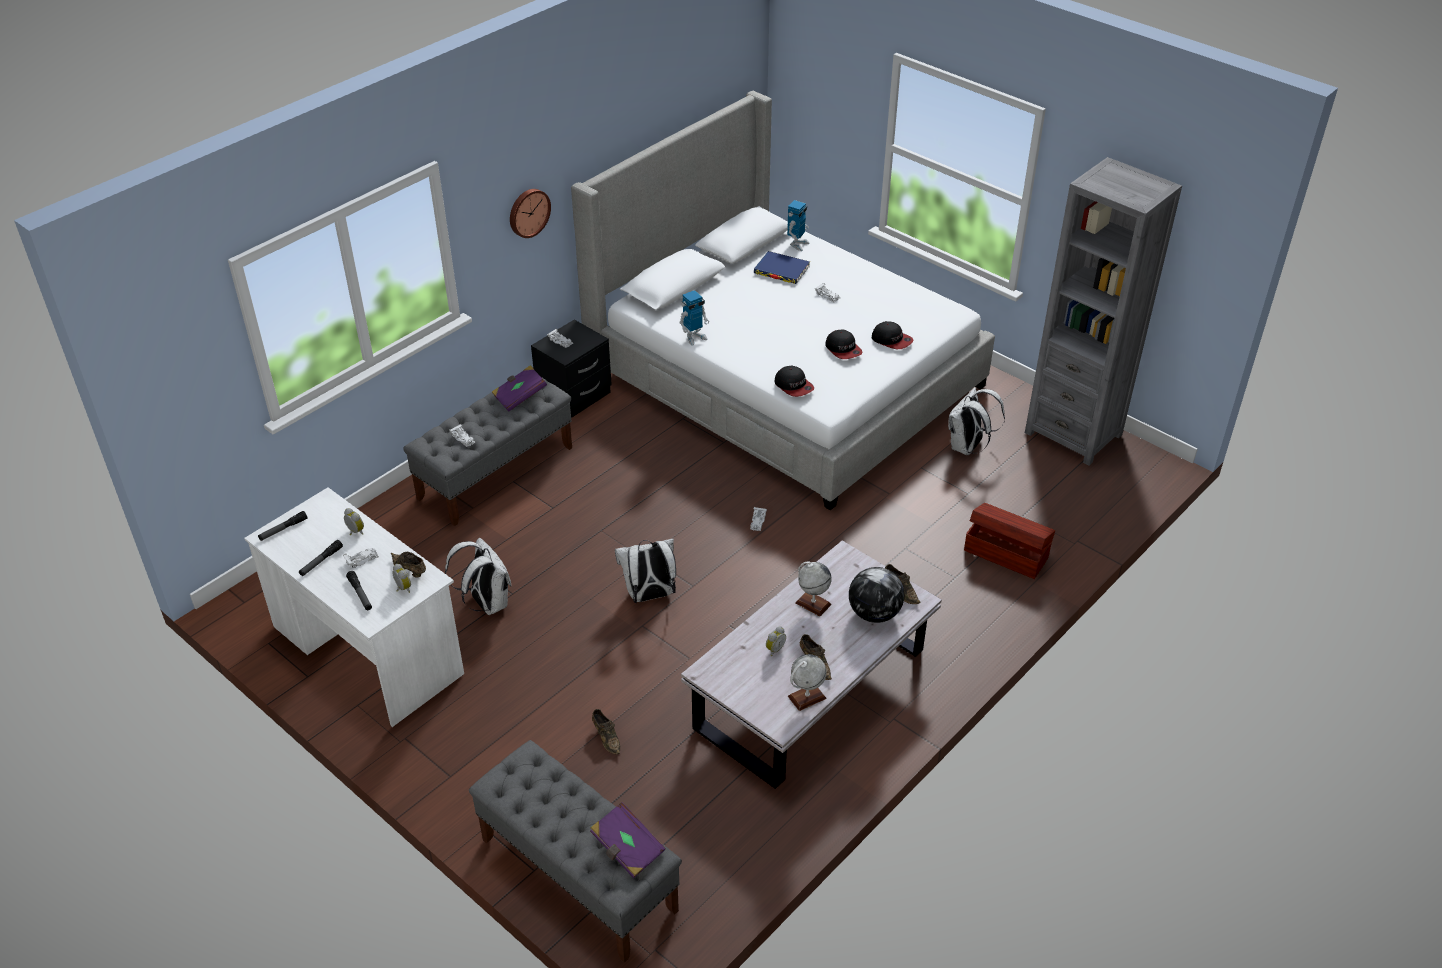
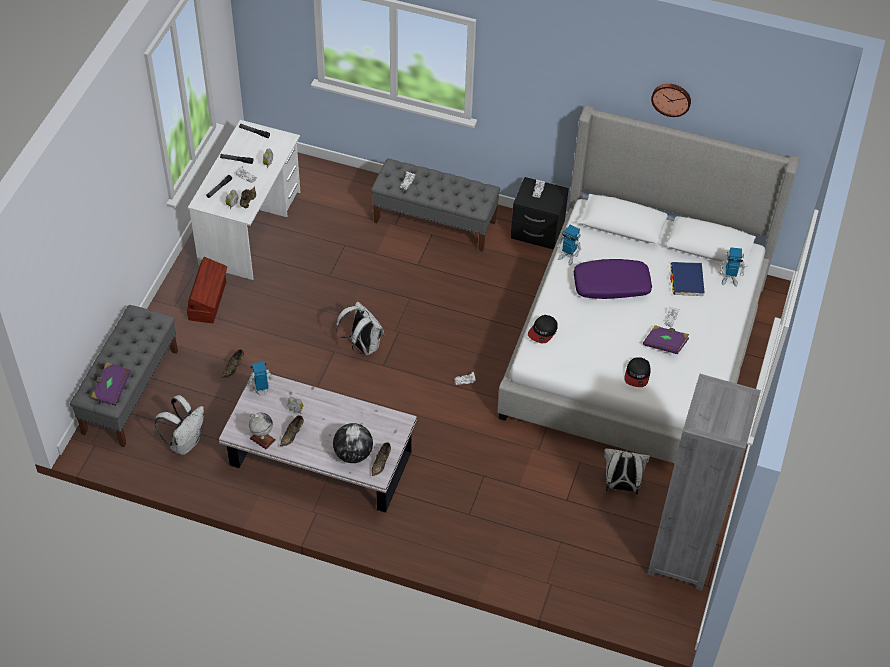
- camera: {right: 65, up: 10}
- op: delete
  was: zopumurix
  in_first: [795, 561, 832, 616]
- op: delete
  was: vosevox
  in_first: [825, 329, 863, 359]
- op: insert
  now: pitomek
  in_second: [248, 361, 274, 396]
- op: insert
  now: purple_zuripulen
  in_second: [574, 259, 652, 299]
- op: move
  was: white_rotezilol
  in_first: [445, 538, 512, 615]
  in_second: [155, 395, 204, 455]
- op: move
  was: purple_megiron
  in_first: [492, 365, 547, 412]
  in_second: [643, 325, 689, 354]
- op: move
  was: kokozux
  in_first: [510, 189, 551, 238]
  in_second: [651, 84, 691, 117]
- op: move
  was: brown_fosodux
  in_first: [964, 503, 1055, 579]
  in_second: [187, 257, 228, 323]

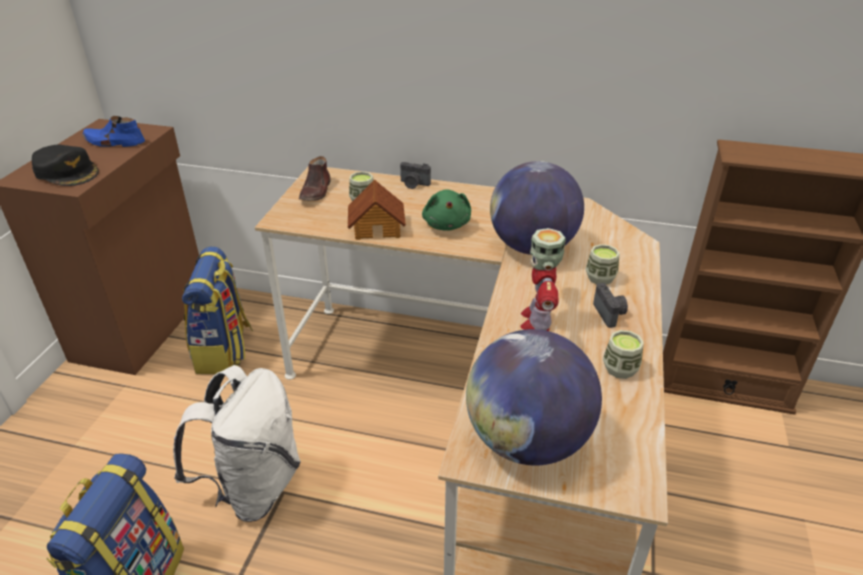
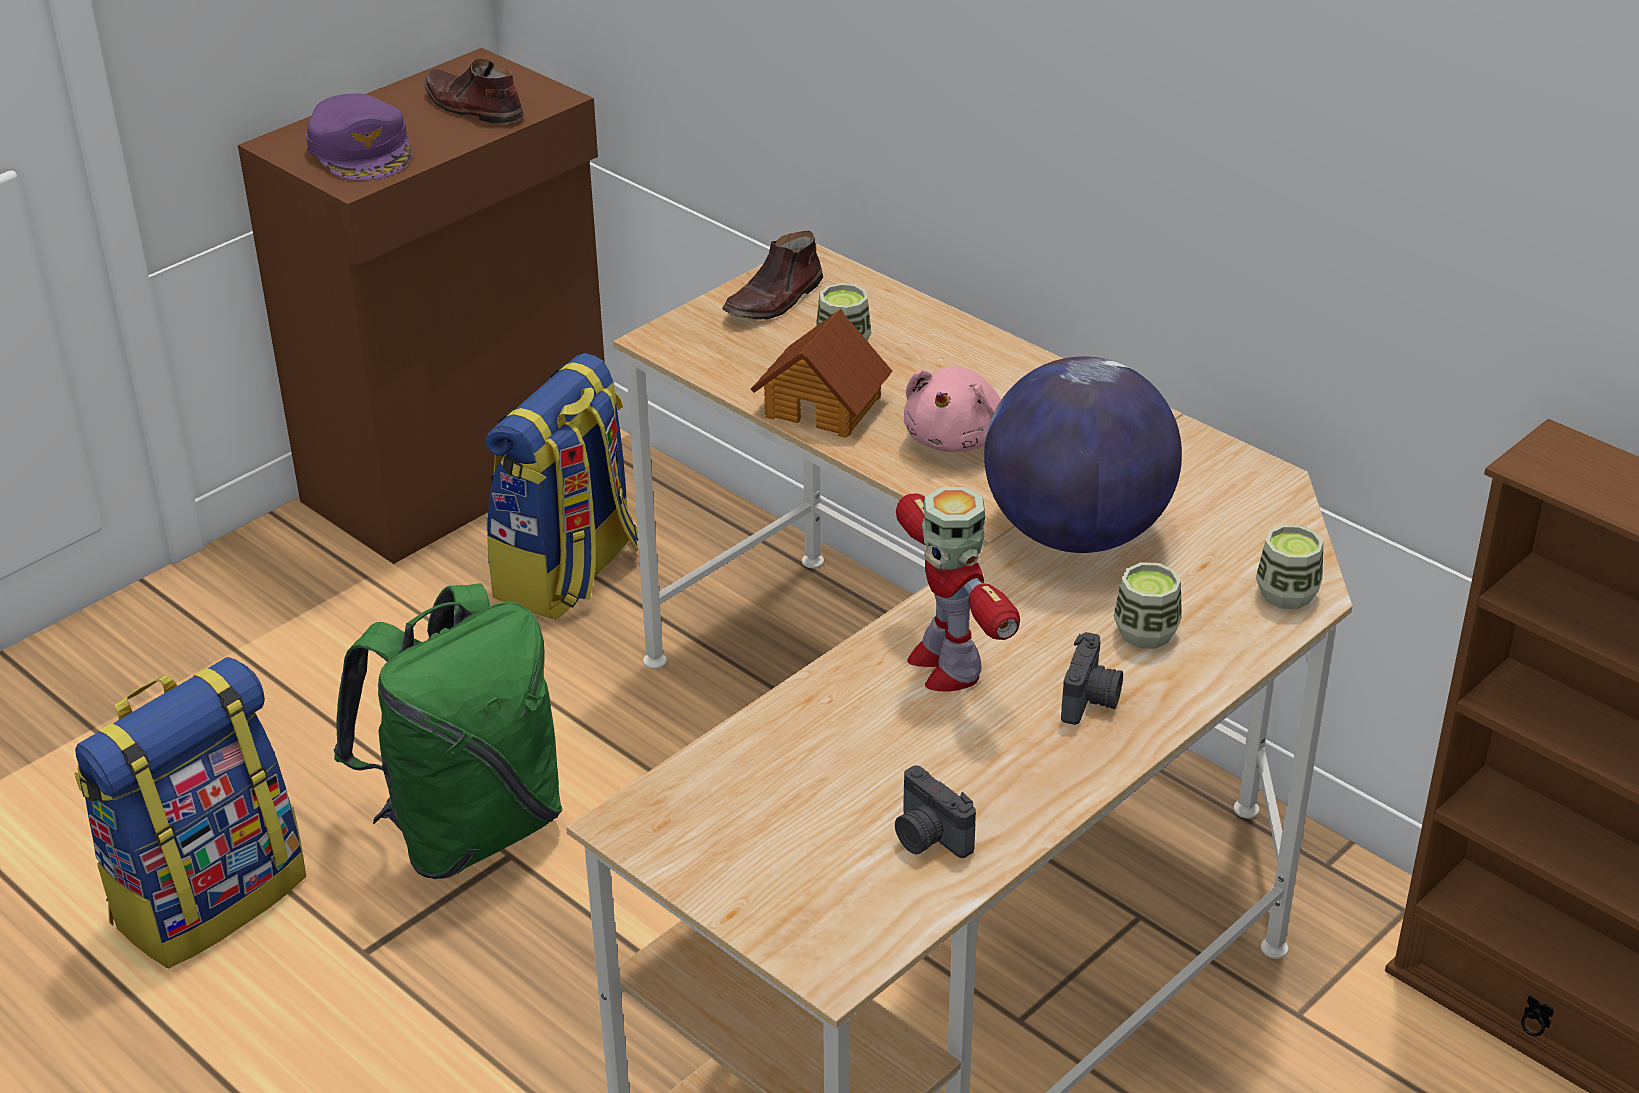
- camera: {right: 30, up: 0}
- op: delete
  was: zopumurix
  in_first: [466, 329, 602, 466]
- op: move
  was: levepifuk
  in_first: [400, 162, 431, 189]
  in_second: [895, 765, 976, 858]
- op: move
  was: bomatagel
  in_first: [603, 330, 644, 379]
  in_second: [1256, 525, 1323, 609]
- op: recolor
  was: black_vosevox
  now: purple_vosevox
  in_first: [32, 145, 99, 186]
  in_second: [306, 93, 411, 181]
- op: recolor
  was: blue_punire
  now: brown_punire
  in_first: [82, 116, 145, 147]
  in_second: [424, 58, 523, 124]
- op: recolor
  was: white_rotezilol
  now: green_rotezilol
  in_first: [173, 365, 301, 522]
  in_second: [334, 583, 562, 879]
- op: recolor
  was: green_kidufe
  now: pink_kidufe
  in_first: [422, 190, 471, 231]
  in_second: [904, 366, 1001, 452]
- op: rotate
  was: pitomek
  in_first: [520, 228, 566, 331]
  in_second: [896, 487, 1020, 692]
  clockwise: -60

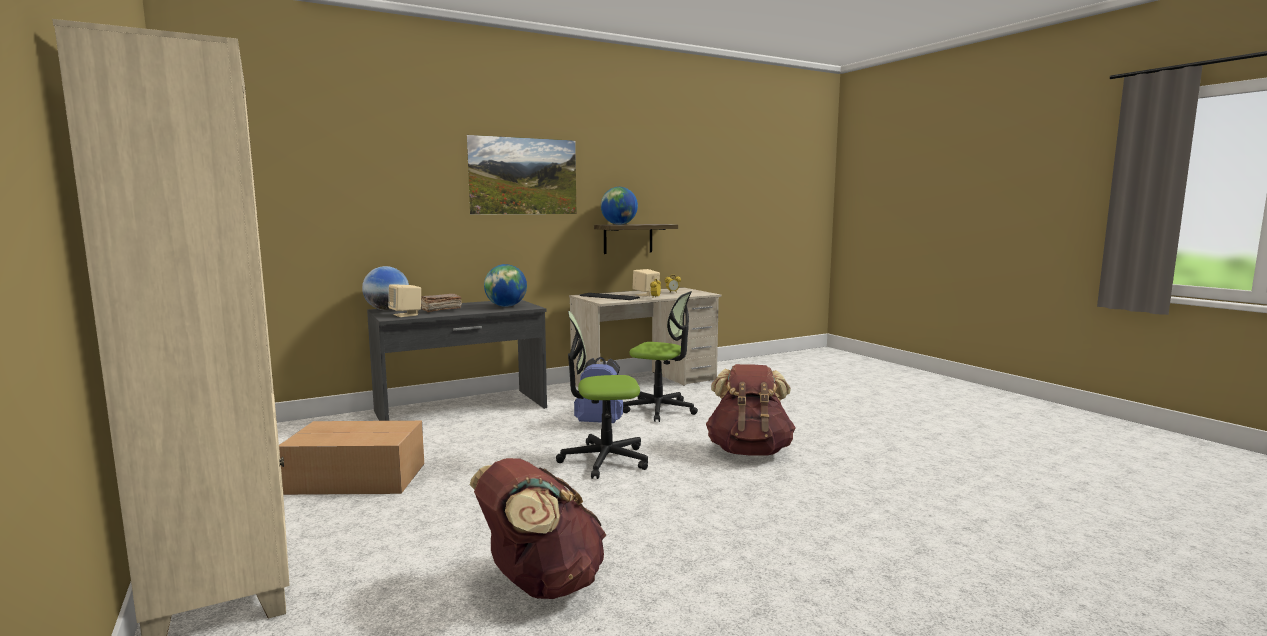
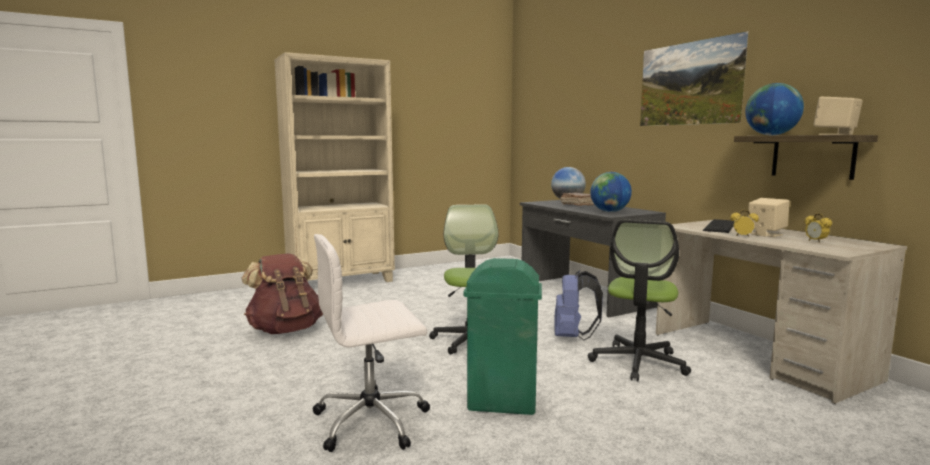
- camera: {right: 90, up: 0}
- op: delete
  was: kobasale
  in_first: [279, 421, 424, 495]
- op: insert
  now: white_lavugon
  in_second: [313, 234, 430, 452]
- op: move
  was: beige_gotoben
  in_first: [388, 284, 421, 317]
  in_second: [814, 97, 863, 135]
- op: replace
  was: brown_rotezilol
  now: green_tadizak
  in_first: [706, 364, 796, 456]
  in_second: [464, 258, 542, 415]

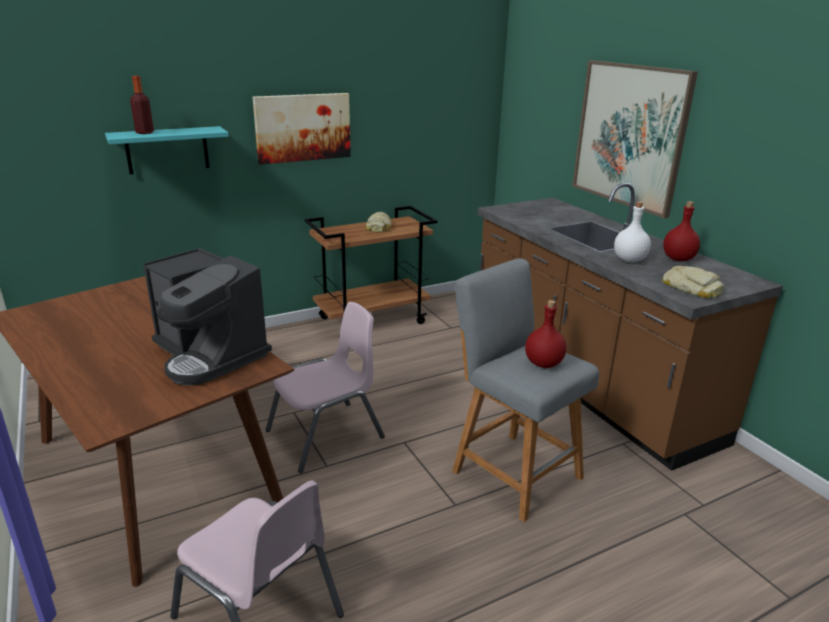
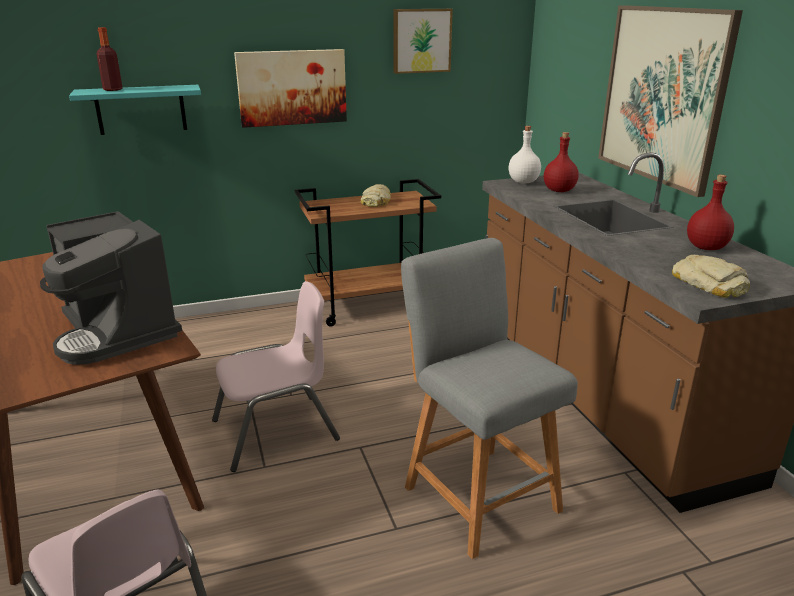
- camera: {right: 10, up: 0}
- op: insert
  now: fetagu
  in_second: [393, 9, 453, 74]
- op: move
  was: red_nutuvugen
  in_first: [525, 300, 567, 368]
  in_second: [544, 132, 579, 192]
- op: move
  was: white_nutuvugen
  in_first: [614, 202, 651, 262]
  in_second: [509, 126, 541, 183]

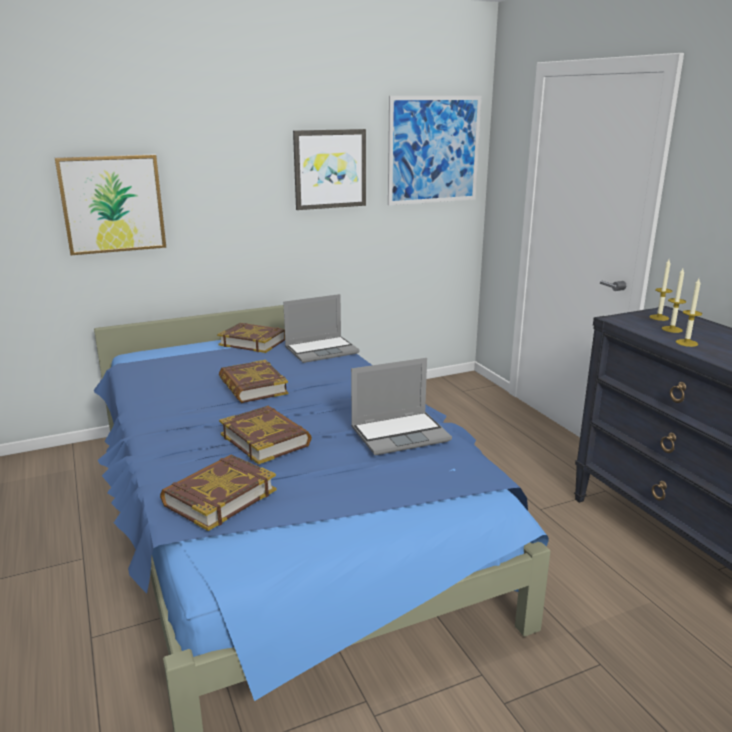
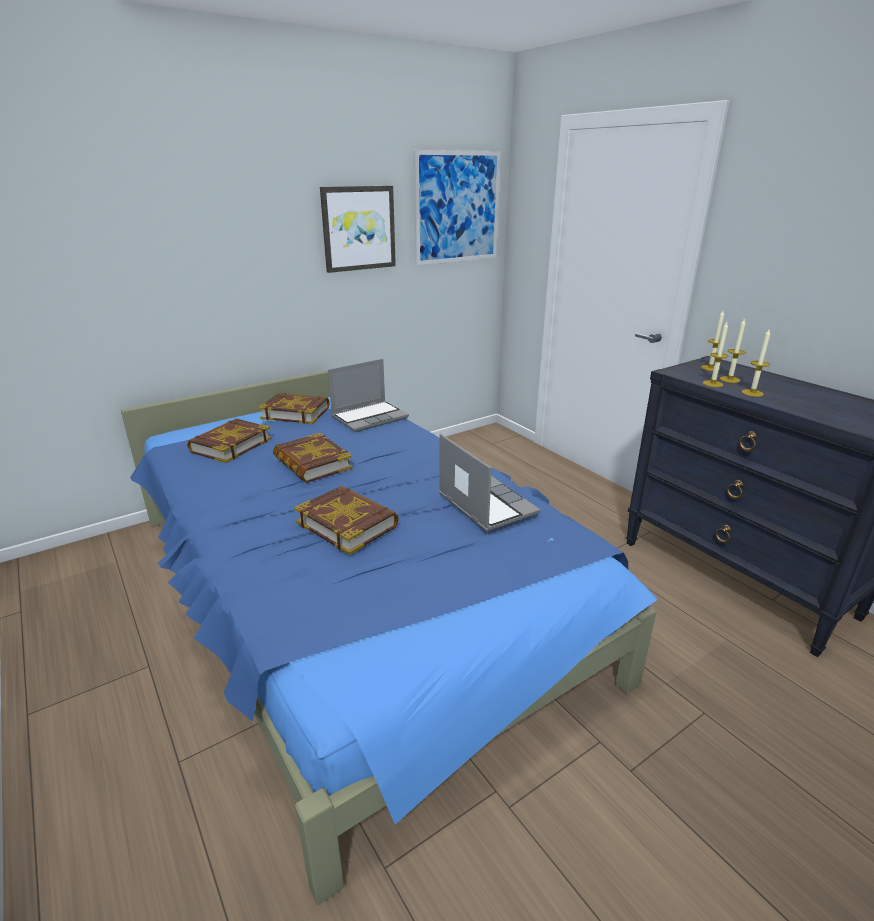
- camera: {right: -10, up: 5}
- op: delete
  was: fetagu
  in_first: [55, 155, 166, 255]
- op: insert
  now: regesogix
  in_second: [703, 322, 729, 387]
- op: move
  was: megiron
  in_first: [160, 455, 277, 531]
  in_second: [187, 419, 272, 463]
- op: rotate
  was: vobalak
  in_first: [351, 358, 452, 455]
  in_second: [439, 433, 541, 532]
  clockwise: -90

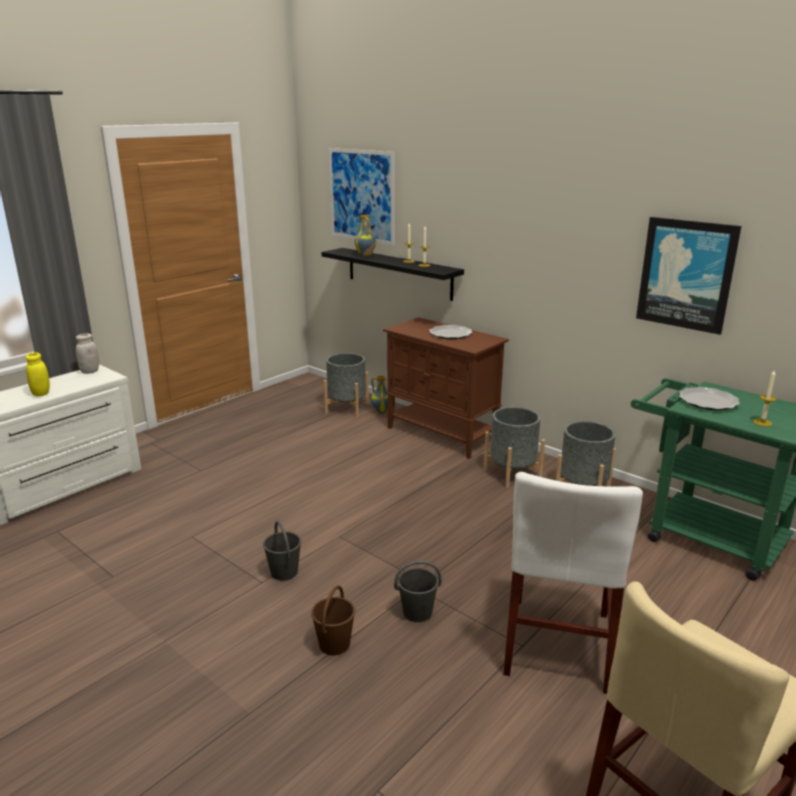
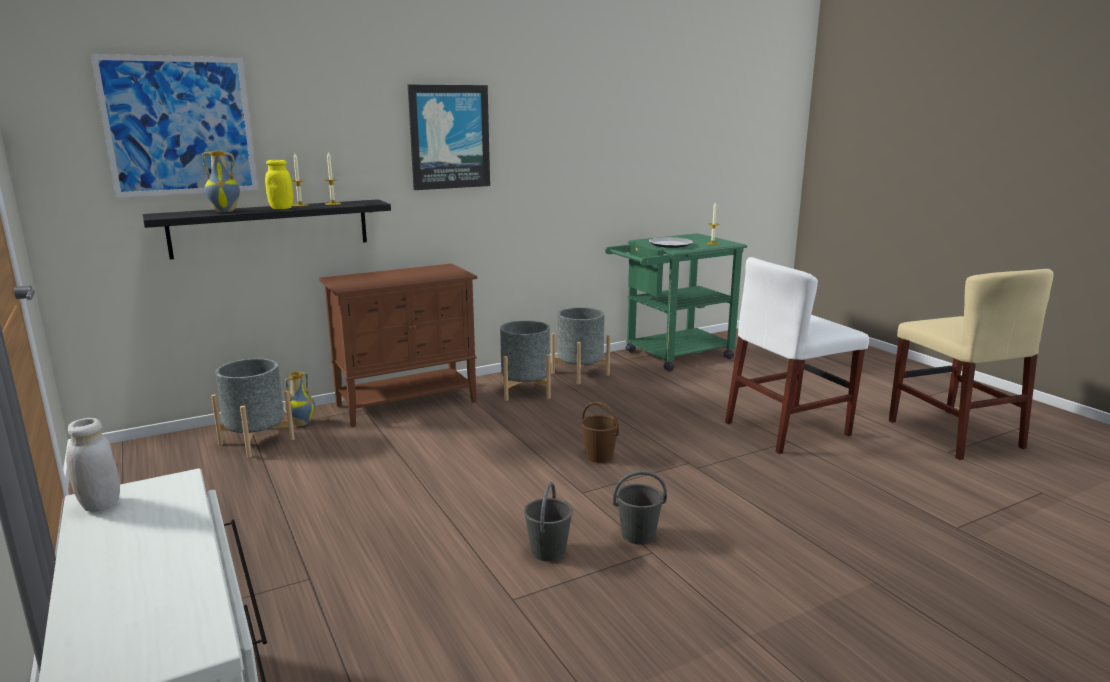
- camera: {right: -70, up: -5}
- op: delete
  was: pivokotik
  in_first: [430, 325, 473, 339]
- op: move
  was: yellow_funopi
  in_first: [26, 352, 50, 396]
  in_second: [265, 160, 293, 209]
- op: move
  was: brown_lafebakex
  in_first: [311, 585, 355, 655]
  in_second: [581, 402, 619, 463]
- op: move
  was: grey_lafebakex
  in_first: [394, 561, 442, 622]
  in_second: [524, 482, 573, 562]
- op: move
  was: fetagu
  in_first: [636, 217, 741, 335]
  in_second: [408, 85, 490, 190]
- op: rotate
  was: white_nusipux
  in_first: [503, 472, 643, 694]
  in_second: [725, 257, 869, 454]
  clockwise: 120

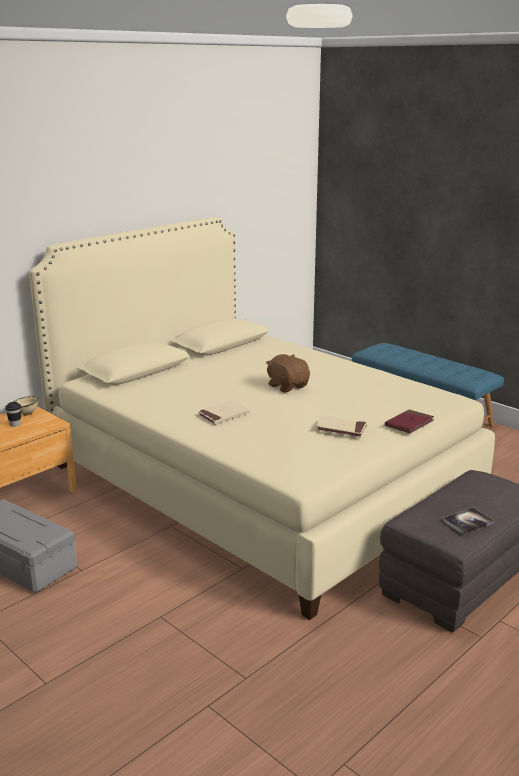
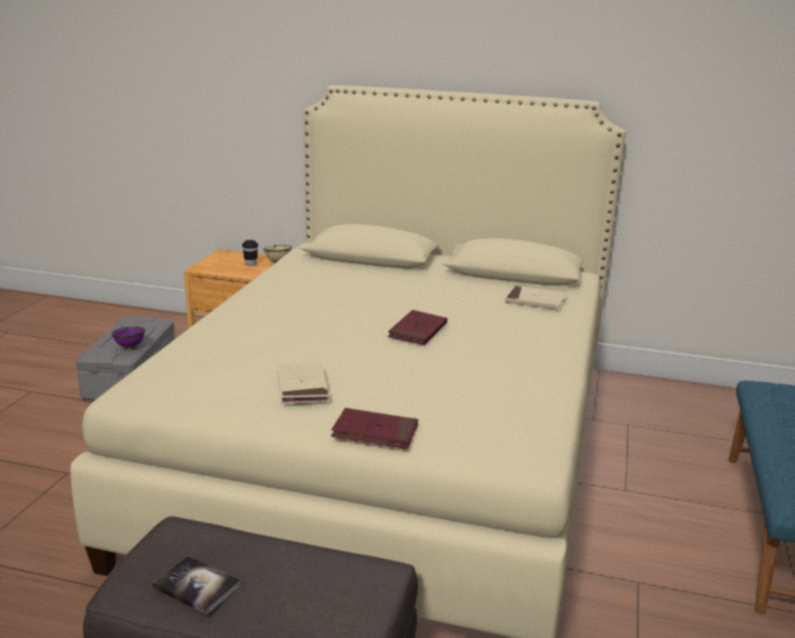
- camera: {right: 60, up: 0}
- op: insert
  now: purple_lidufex
  in_second: [111, 327, 145, 349]
- op: move
  was: beige_megiron
  in_first: [198, 399, 250, 425]
  in_second: [505, 286, 567, 310]
- op: replace
  was: brown_kidufe
  now: red_megiron
  in_first: [266, 354, 310, 393]
  in_second: [388, 310, 447, 345]

